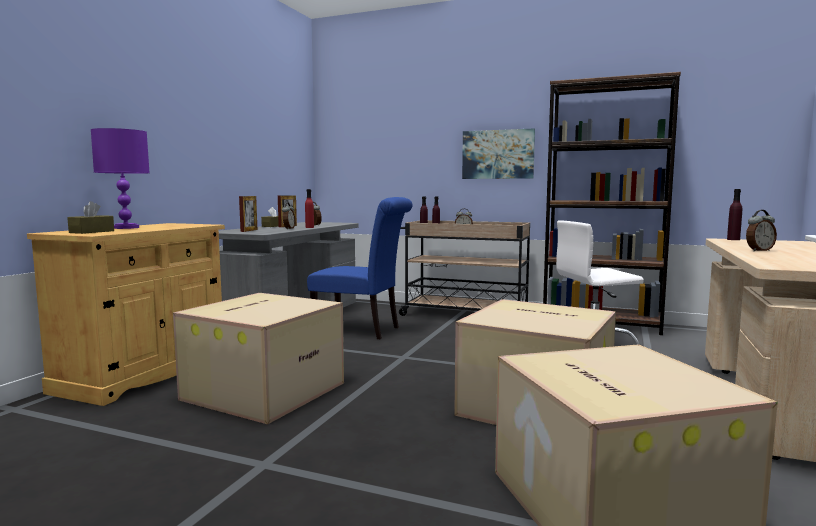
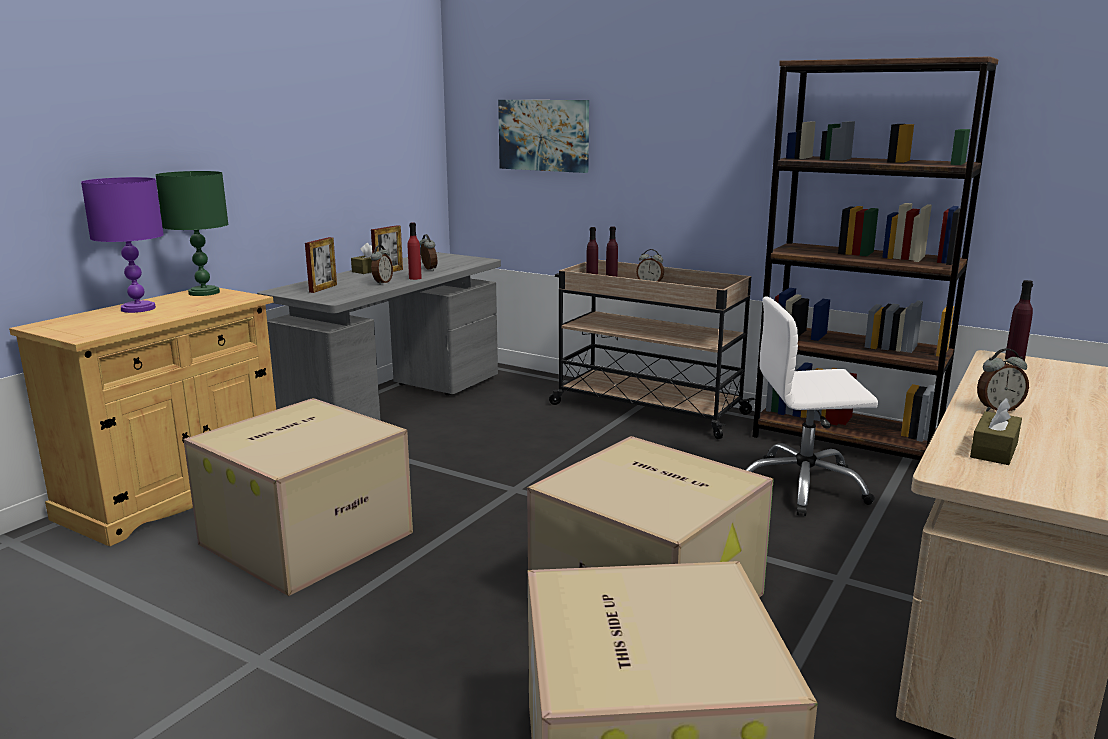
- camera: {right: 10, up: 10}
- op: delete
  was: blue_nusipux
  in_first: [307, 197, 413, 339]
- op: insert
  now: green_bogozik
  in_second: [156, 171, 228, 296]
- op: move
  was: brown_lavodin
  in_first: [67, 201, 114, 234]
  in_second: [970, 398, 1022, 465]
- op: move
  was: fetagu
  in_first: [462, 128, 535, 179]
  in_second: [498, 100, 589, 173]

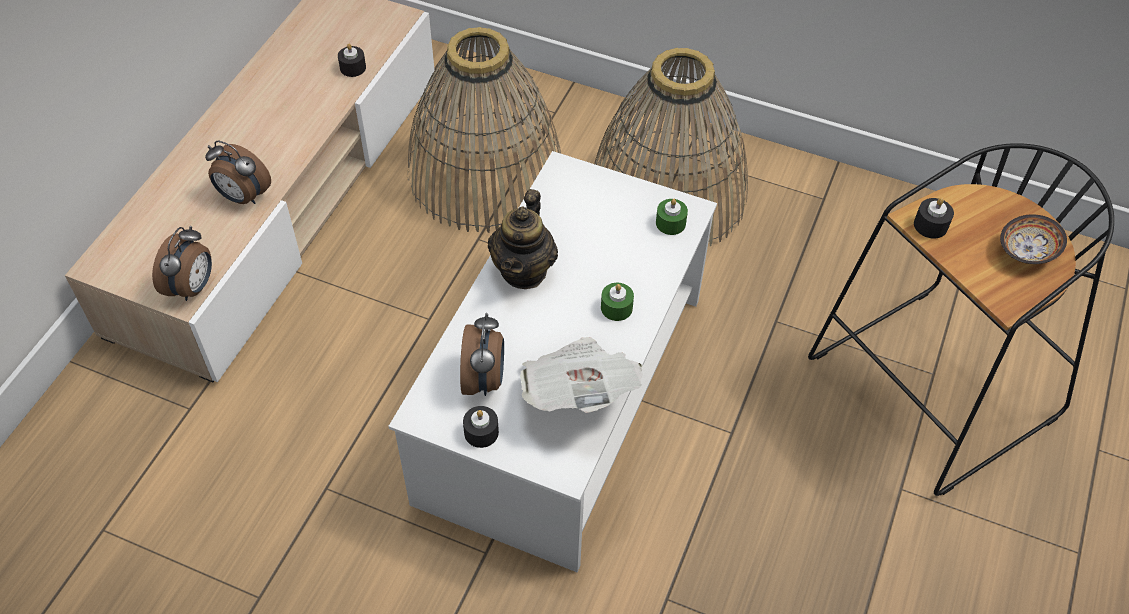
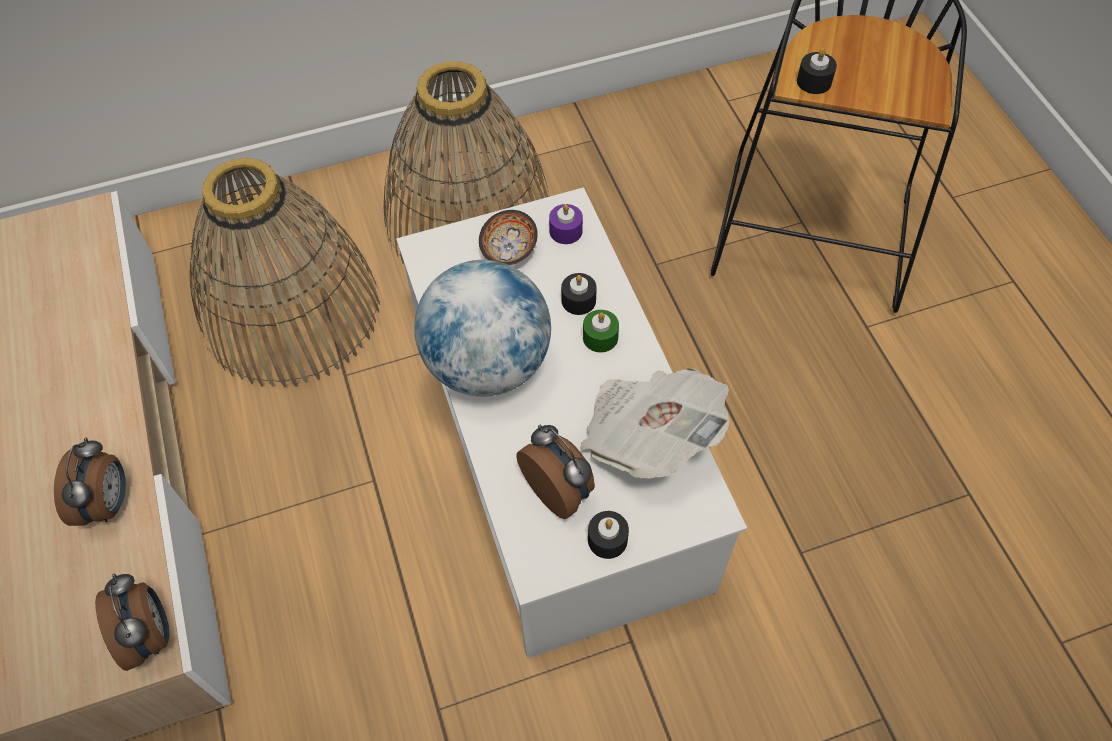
- camera: {right: -40, up: 5}
- op: move
  was: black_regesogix
  in_first: [338, 44, 366, 77]
  in_second: [561, 273, 597, 315]
- op: move
  was: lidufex
  in_first: [1000, 214, 1067, 264]
  in_second: [479, 210, 538, 265]
- op: replace
  was: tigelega
  now: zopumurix
  in_first: [488, 189, 558, 289]
  in_second: [414, 260, 551, 397]
- op: recolor
  was: green_regesogix
  now: purple_regesogix
  in_first: [656, 199, 688, 235]
  in_second: [549, 204, 583, 244]
- op: rotate
  was: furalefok
  in_first: [205, 140, 271, 204]
  in_second: [54, 438, 126, 526]
  clockwise: -75

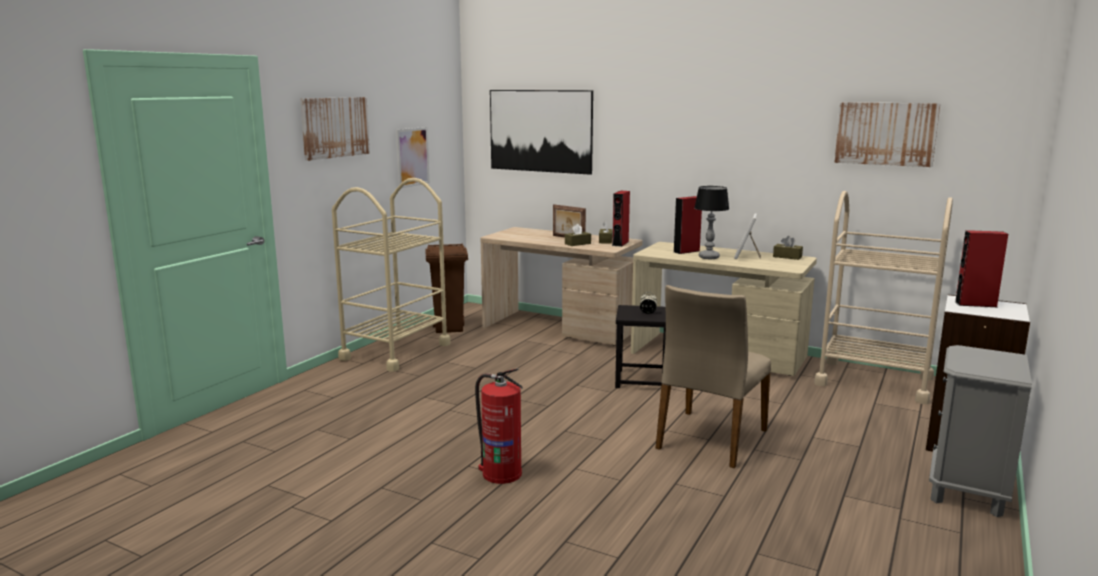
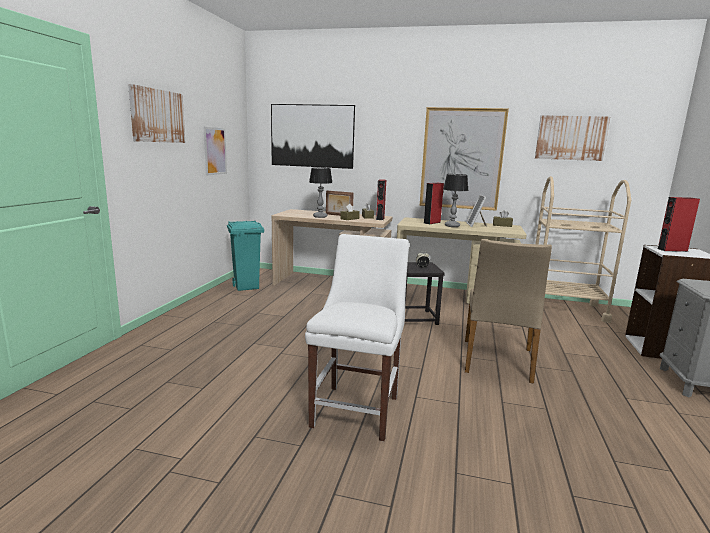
- camera: {right: -15, up: 0}
- op: delete
  was: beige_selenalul
  in_first: [332, 178, 451, 372]
- op: insert
  now: bogozik
  in_second: [309, 168, 332, 218]
- op: insert
  now: fetagu
  in_second: [420, 107, 509, 211]
- op: replace
  was: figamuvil
  now: white_nusipux
  in_first: [475, 369, 523, 484]
  in_second: [305, 234, 409, 441]
- op: recolor
  was: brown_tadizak
  now: turquoise_tadizak
  in_first: [425, 244, 468, 333]
  in_second: [227, 221, 264, 291]

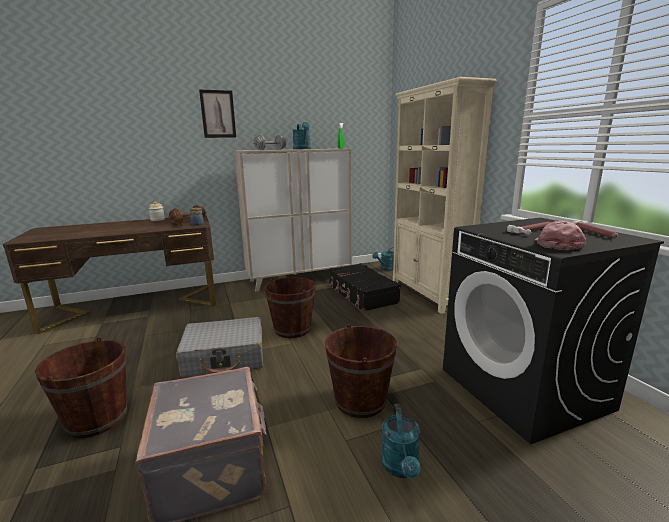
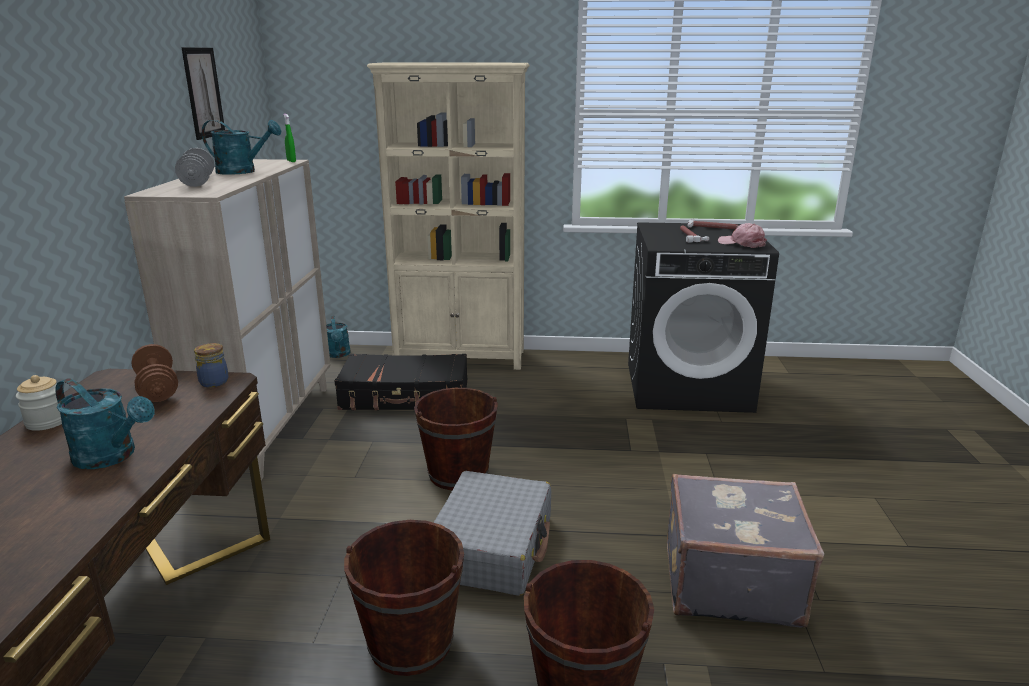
- camera: {right: -65, up: 5}
- op: move
  was: fetagu
  in_first: [199, 90, 236, 138]
  in_second: [181, 47, 225, 140]
- op: move
  was: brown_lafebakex
  in_first: [325, 324, 398, 418]
  in_second: [344, 520, 464, 676]
- op: move
  was: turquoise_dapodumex
  in_first: [381, 404, 421, 479]
  in_second: [55, 378, 155, 469]

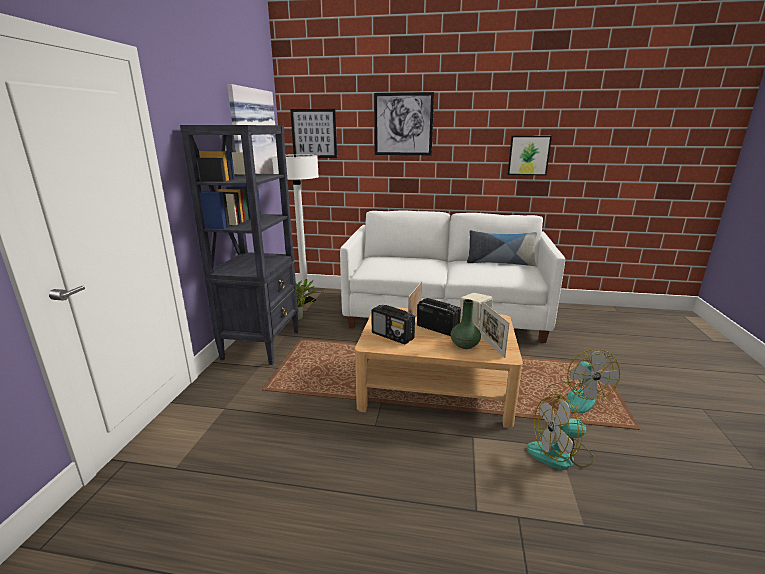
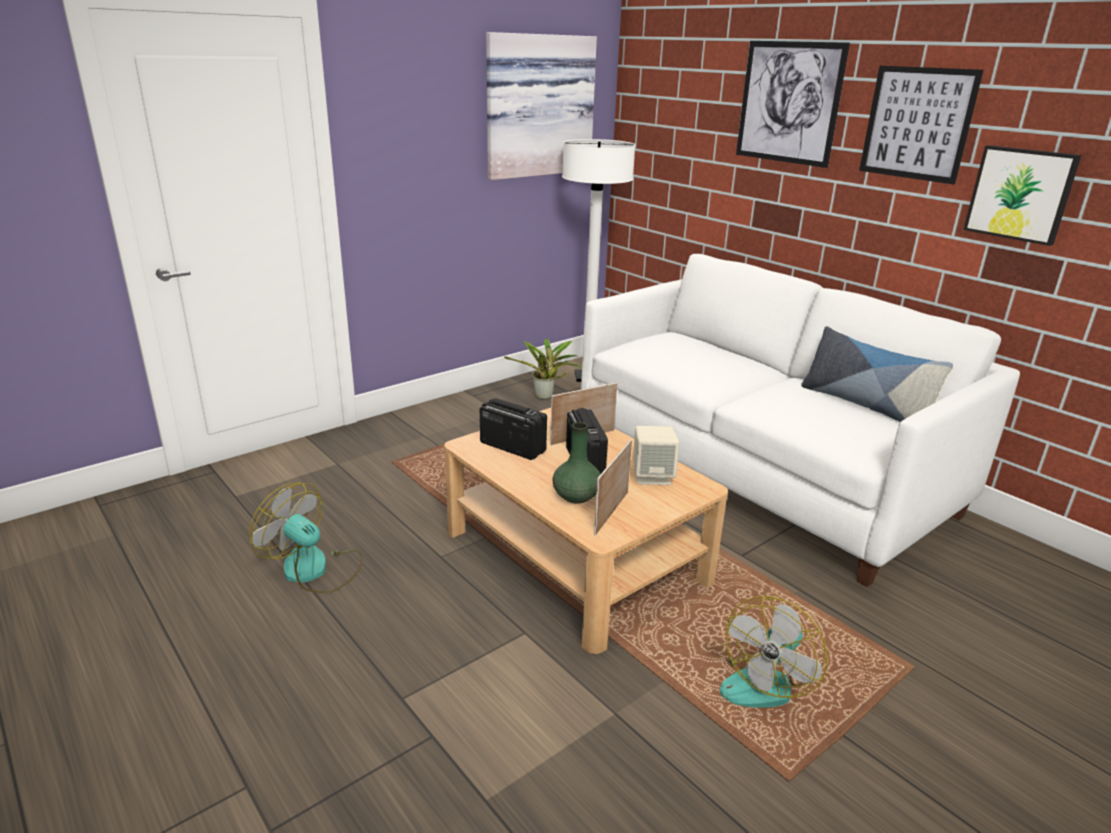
- camera: {right: 40, up: 5}
- op: delete
  was: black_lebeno
  in_first: [180, 125, 299, 365]
- op: move
  was: fetagu
  in_first: [290, 109, 337, 158]
  in_second: [859, 66, 983, 185]
- op: move
  was: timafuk
  in_first: [527, 394, 595, 470]
  in_second: [249, 483, 363, 593]
- op: rotate
  was: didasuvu
  in_first: [371, 305, 415, 344]
  in_second: [480, 398, 547, 460]
  clockwise: 135

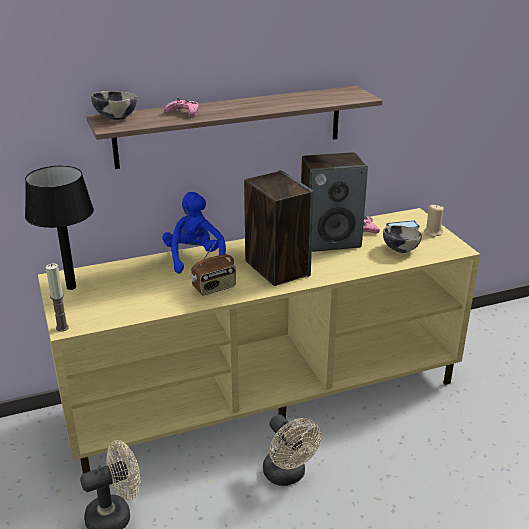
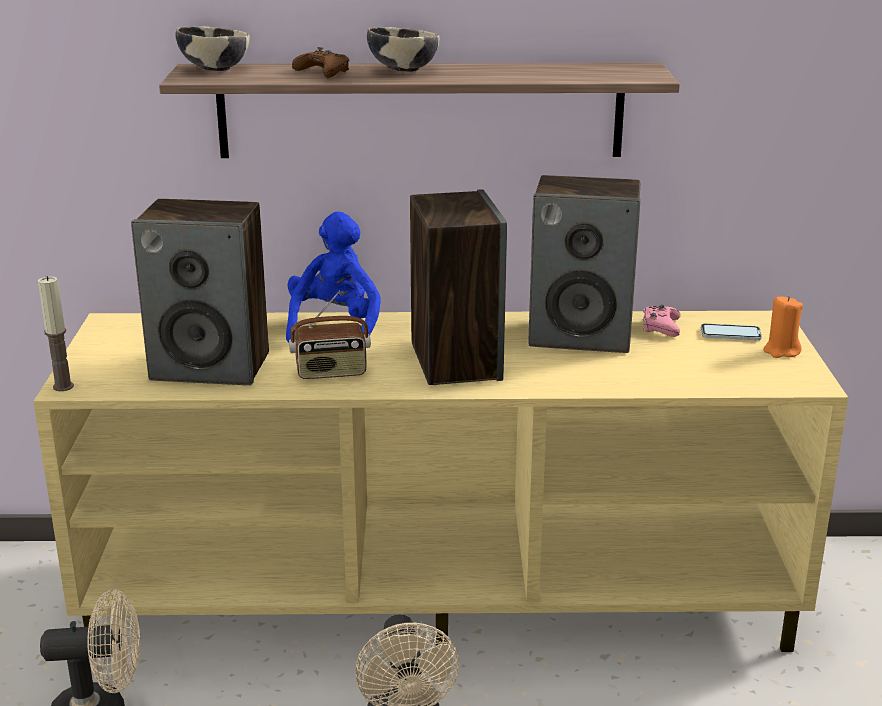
- camera: {right: 20, up: -5}
- op: delete
  was: black_bogozik
  in_first: [25, 166, 94, 290]
- op: insert
  now: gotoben
  in_second: [131, 199, 269, 385]
- op: move
  was: lidufex
  in_first: [383, 225, 422, 253]
  in_second: [367, 27, 439, 72]
- op: recolor
  was: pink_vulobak
  now: brown_vulobak
  in_first: [164, 98, 199, 117]
  in_second: [292, 47, 349, 78]
- op: recolor
  was: beige_regesogix
  now: orange_regesogix
  in_first: [424, 204, 444, 237]
  in_second: [763, 296, 803, 358]

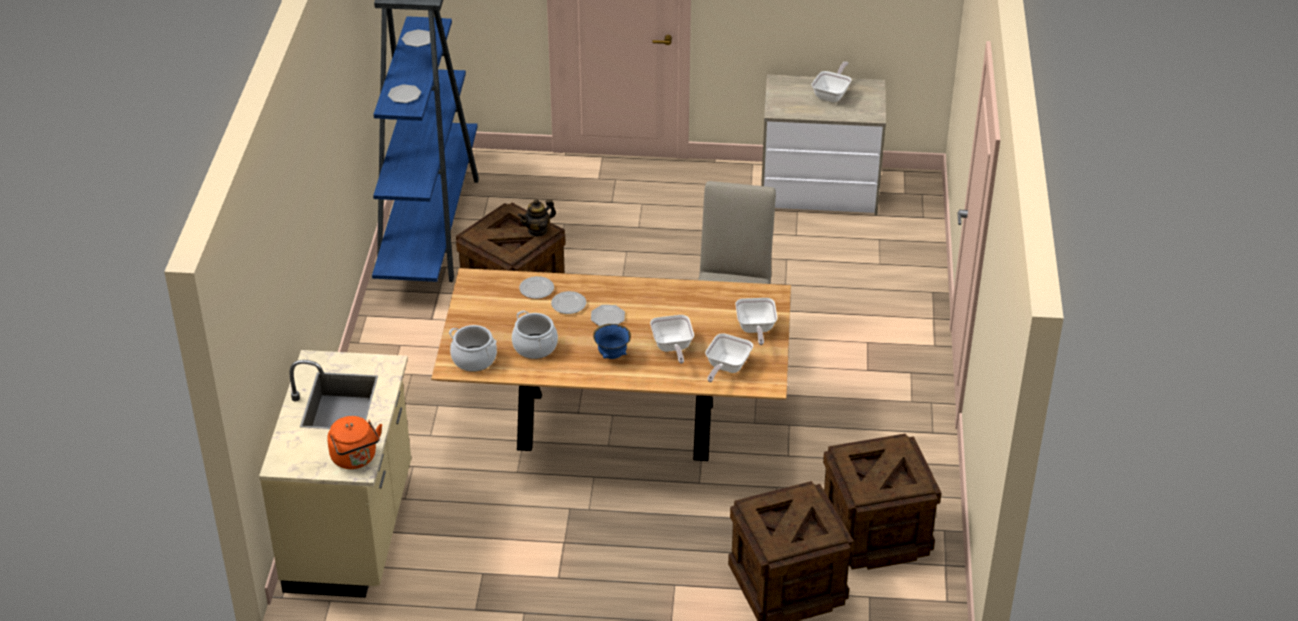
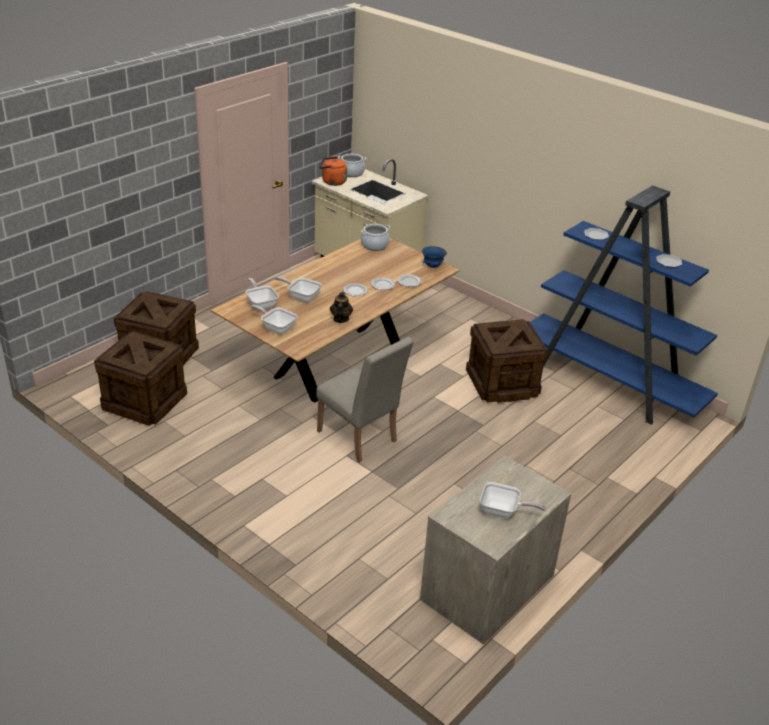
- camera: {right: 125, up: -5}
- op: move
  was: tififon
  in_first: [512, 310, 558, 359]
  in_second: [338, 154, 367, 177]
- op: move
  was: tigelega
  in_first: [518, 199, 556, 237]
  in_second: [330, 292, 353, 323]
- op: move
  was: blue_lidufex
  in_first: [593, 324, 631, 359]
  in_second: [422, 246, 447, 268]
- op: rotate
  was: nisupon
  in_first: [811, 61, 851, 102]
  in_second: [480, 482, 546, 518]
  clockwise: -45

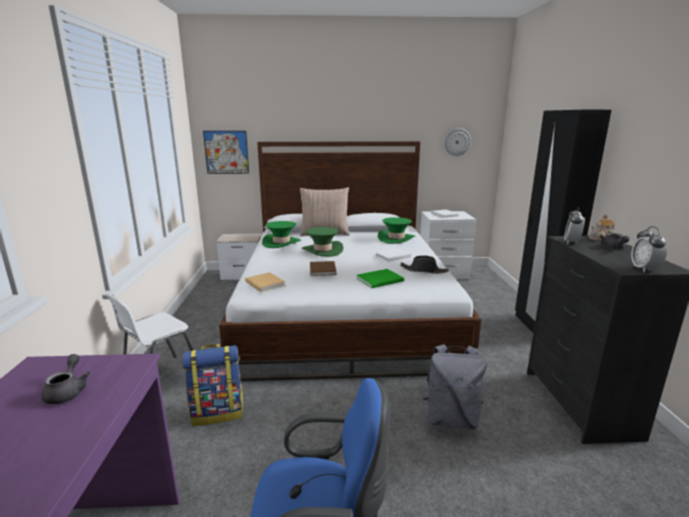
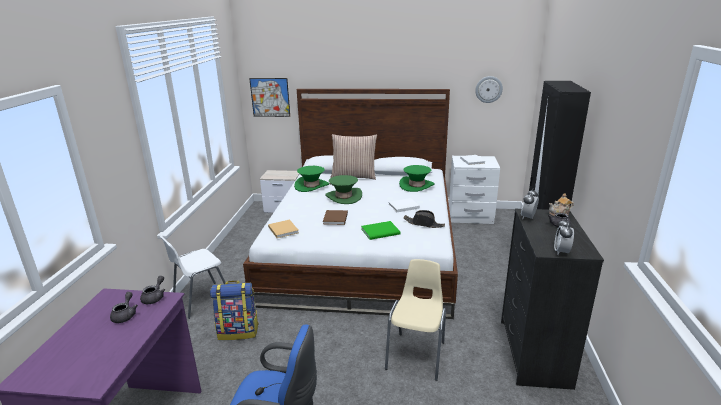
- camera: {right: 10, up: 5}
- op: insert
  now: grey_tigelega
  in_second: [140, 276, 165, 304]
- op: replace
  was: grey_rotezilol
  now: beige_nusipux
  in_first: [423, 344, 487, 429]
  in_second: [385, 259, 446, 381]

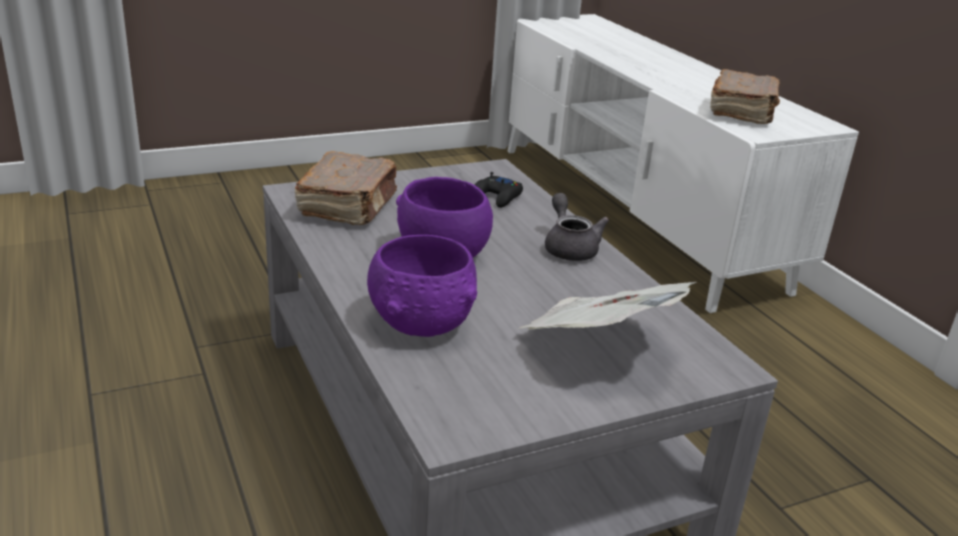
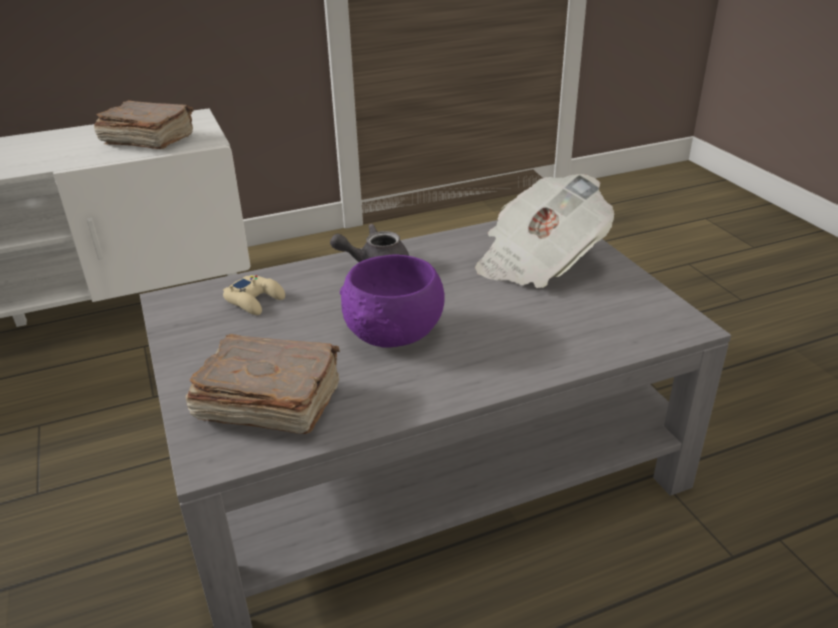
- camera: {right: -85, up: 5}
- op: delete
  was: purple_lidufex
  in_first: [367, 235, 477, 337]
- op: recolor
  was: black_vulobak
  now: beige_vulobak
  in_first: [475, 172, 523, 208]
  in_second: [223, 275, 285, 315]

